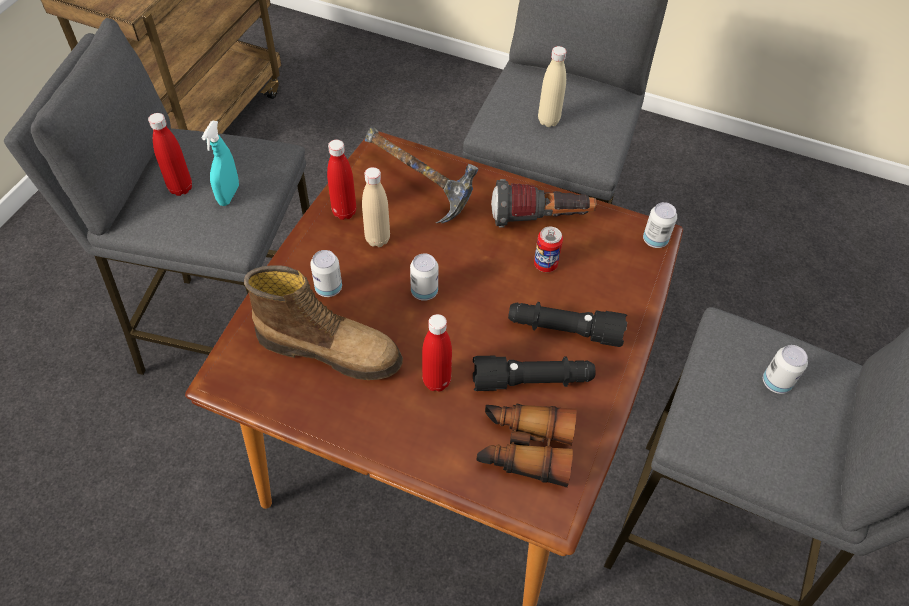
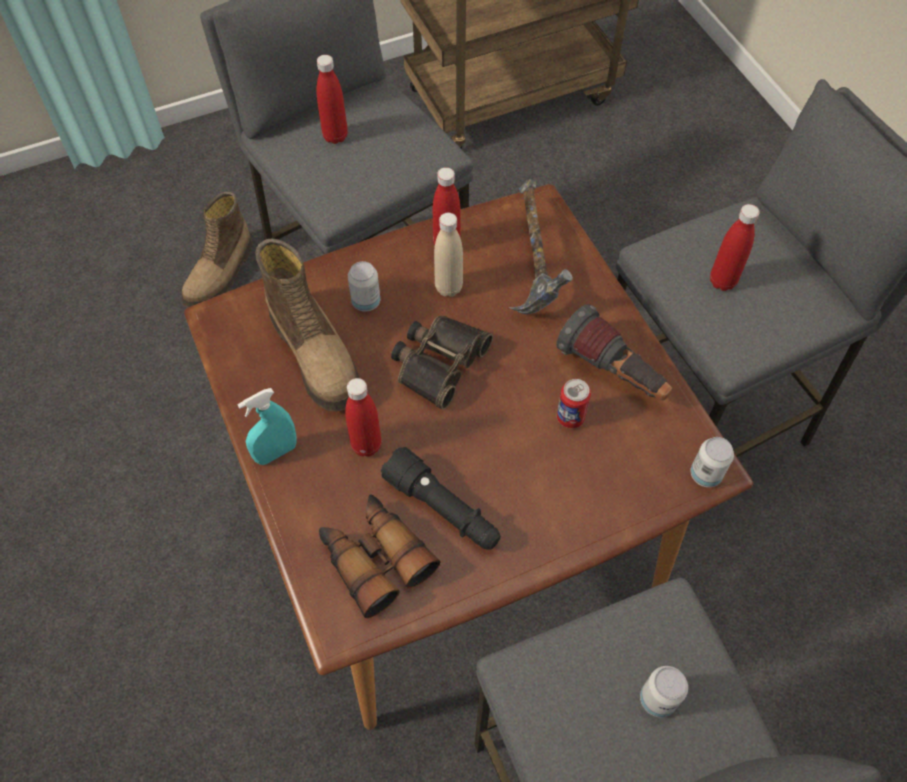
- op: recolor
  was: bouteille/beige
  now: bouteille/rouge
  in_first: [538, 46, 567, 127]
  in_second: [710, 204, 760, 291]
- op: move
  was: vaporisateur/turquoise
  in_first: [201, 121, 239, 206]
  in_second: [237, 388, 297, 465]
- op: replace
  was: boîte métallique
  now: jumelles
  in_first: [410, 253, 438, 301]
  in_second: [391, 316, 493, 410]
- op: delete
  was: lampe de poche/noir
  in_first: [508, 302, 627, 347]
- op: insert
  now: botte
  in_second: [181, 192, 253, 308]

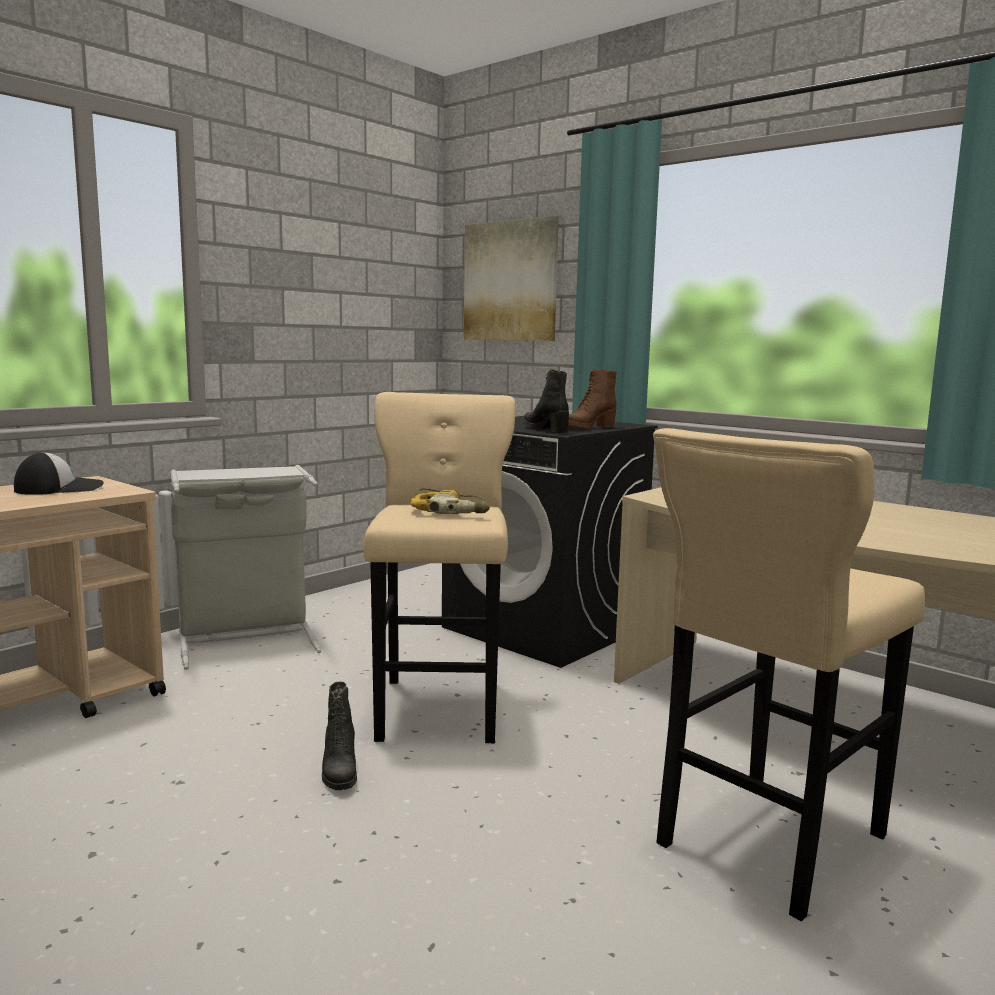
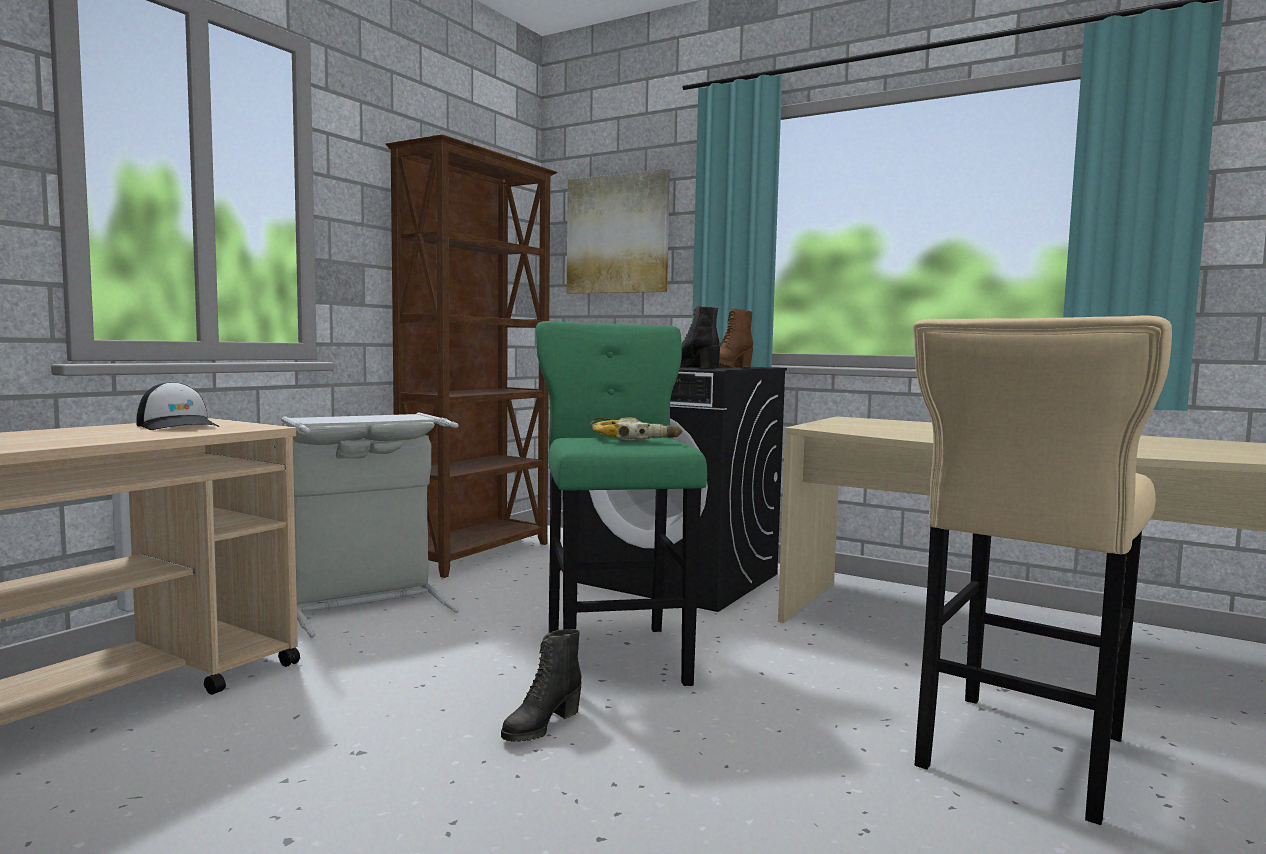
- op: recolor
  was: tabouret/beige
  now: tabouret/vert
  in_first: [364, 392, 515, 744]
  in_second: [536, 321, 707, 686]
- op: rotate
  was: casquette
  in_first: [14, 452, 103, 495]
  in_second: [137, 382, 219, 430]
  clockwise: 90
- op: rotate
  was: botte/noir
  in_first: [322, 682, 357, 790]
  in_second: [501, 629, 581, 742]
  clockwise: 60
- op: insert
  now: bibliothèque/marron
  in_second: [386, 134, 557, 578]

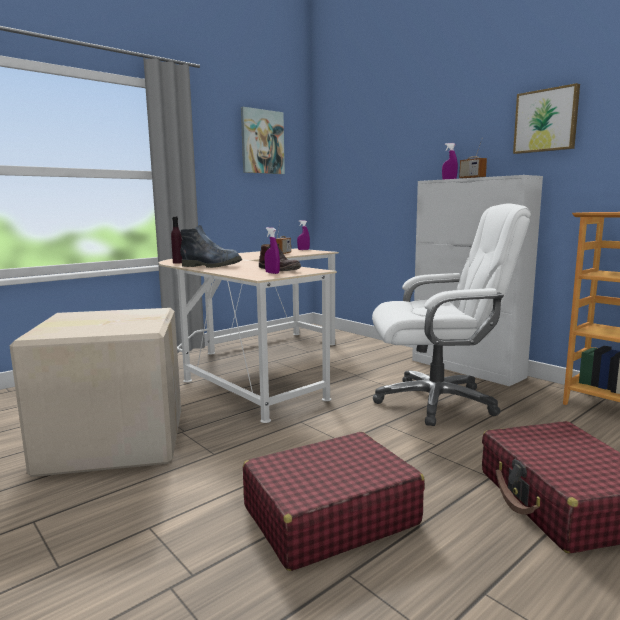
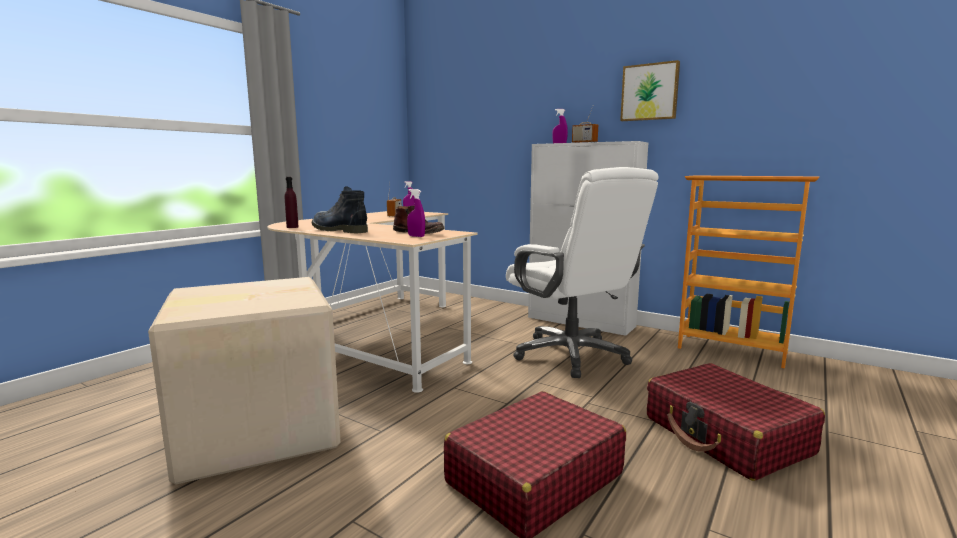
- op: delete
  was: tableau
  in_first: [241, 107, 285, 174]
- op: rotate
  was: chaise de bureau/blanc
  in_first: [372, 203, 531, 426]
  in_second: [506, 167, 659, 378]
  clockwise: 75
- op: rotate
  was: botte
  in_first: [181, 225, 242, 268]
  in_second: [311, 186, 368, 233]
  clockwise: -150

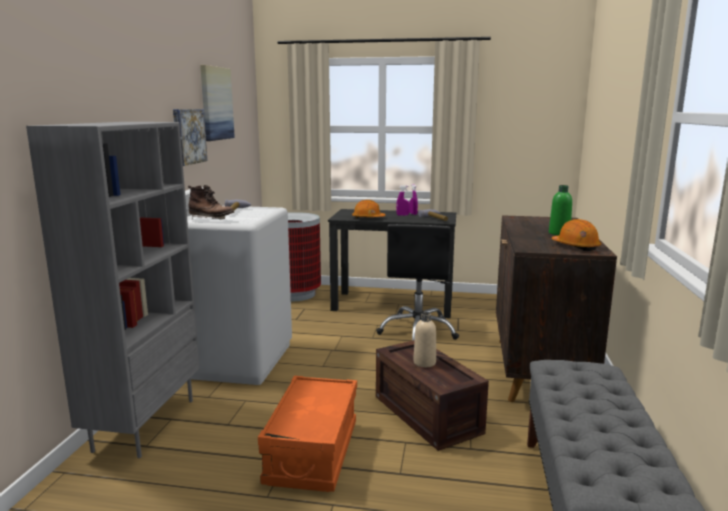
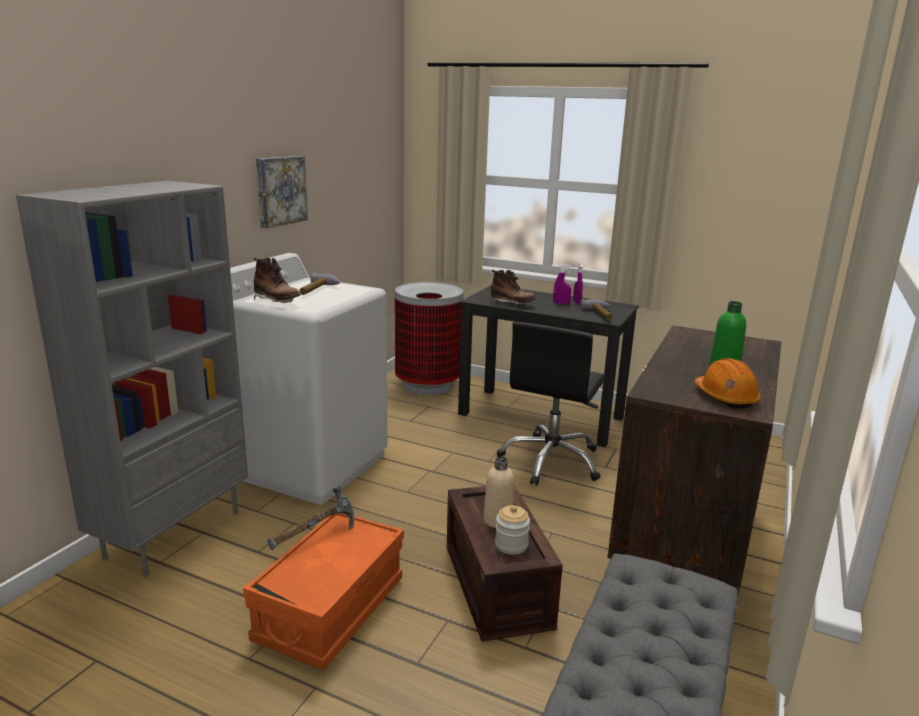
- op: delete
  was: tableau
  in_first: [200, 65, 235, 141]
- op: replace
  was: casque de chantier/orange
  now: botte/marron
  in_first: [352, 200, 386, 219]
  in_second: [490, 270, 537, 305]
- op: insert
  now: marteau
  in_second: [267, 486, 354, 550]
- op: insert
  now: bocal
  in_second: [495, 505, 530, 555]

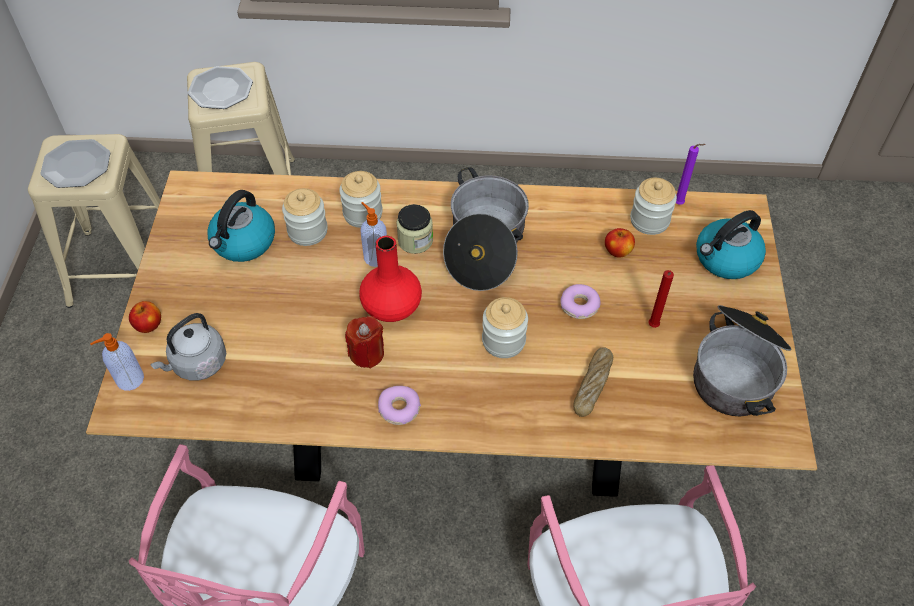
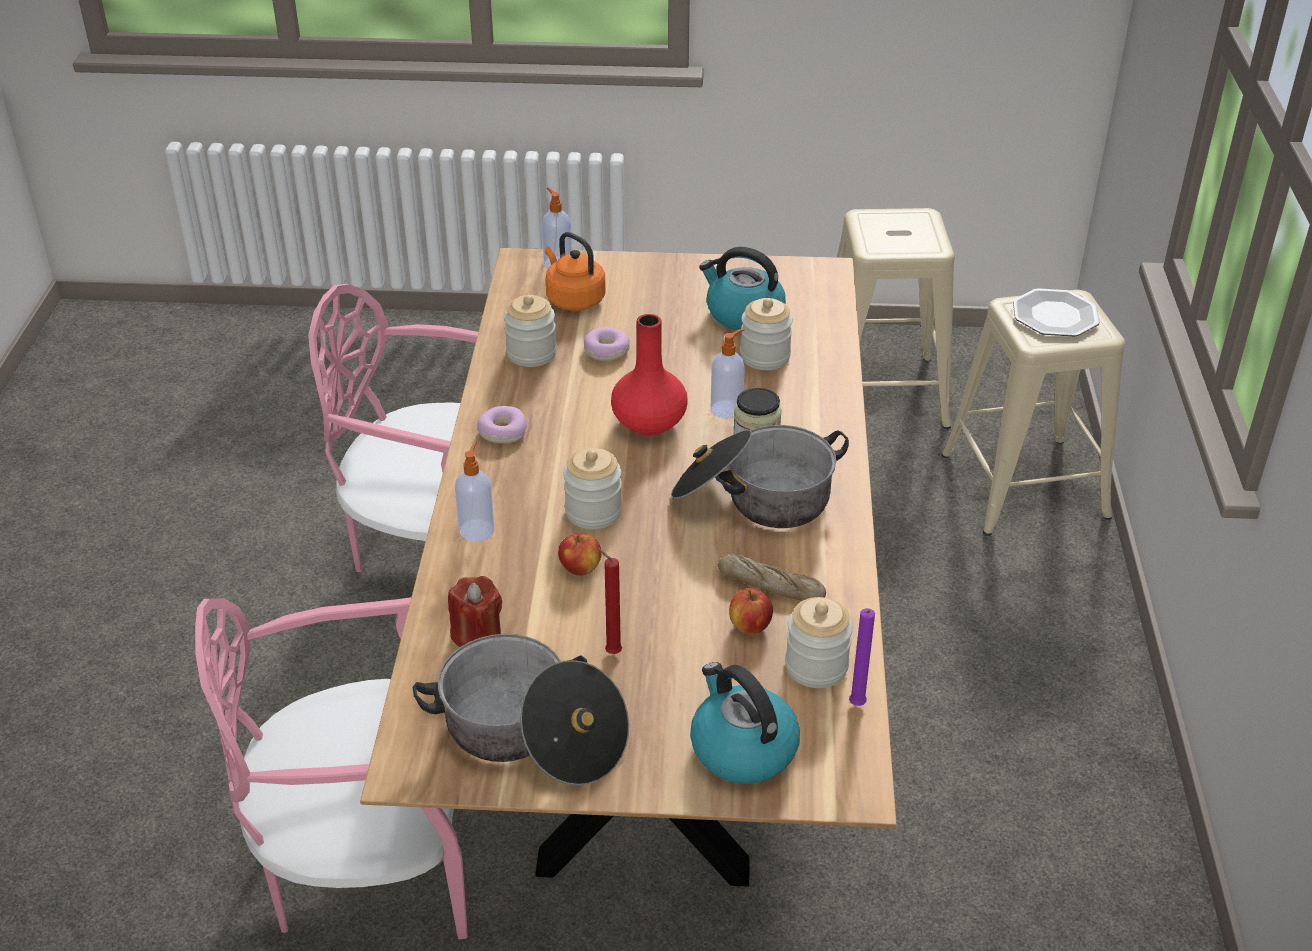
- op: delete
  was: assiette
  in_first: [40, 139, 110, 188]
- op: move
  was: bocal
  in_first: [339, 171, 383, 228]
  in_second: [504, 295, 557, 367]
- op: move
  was: beignet
  in_first: [560, 284, 601, 319]
  in_second: [584, 327, 630, 361]
- op: move
  was: pomme
  in_first: [129, 301, 161, 333]
  in_second: [558, 533, 602, 576]
- op: recolor
  was: bouilloire/gris
  now: bouilloire/orange
  in_first: [150, 313, 226, 381]
  in_second: [545, 232, 606, 311]
- op: move
  was: bougie/rouge
  in_first: [345, 316, 384, 368]
  in_second: [448, 576, 502, 647]
- op: move
  was: pain
  in_first: [573, 347, 613, 417]
  in_second: [718, 554, 826, 601]
- op: insert
  now: distributeur de savon
  in_second: [455, 441, 495, 542]

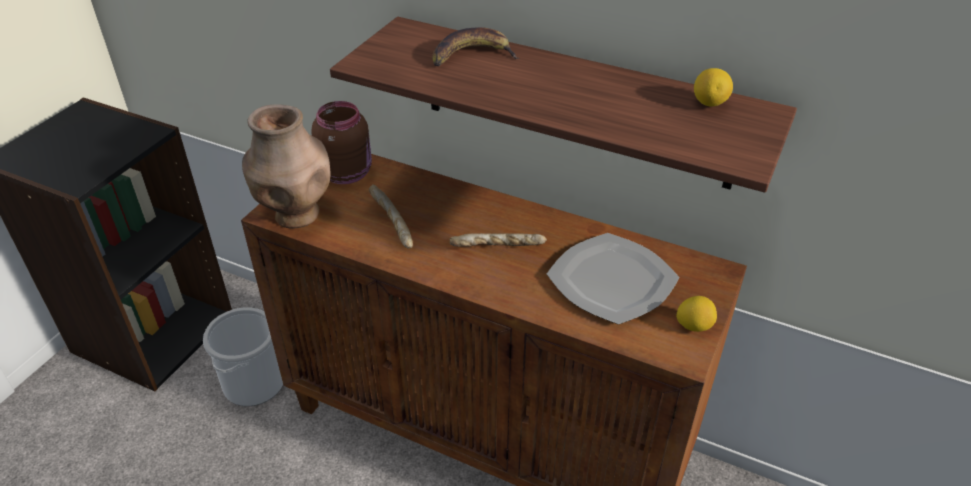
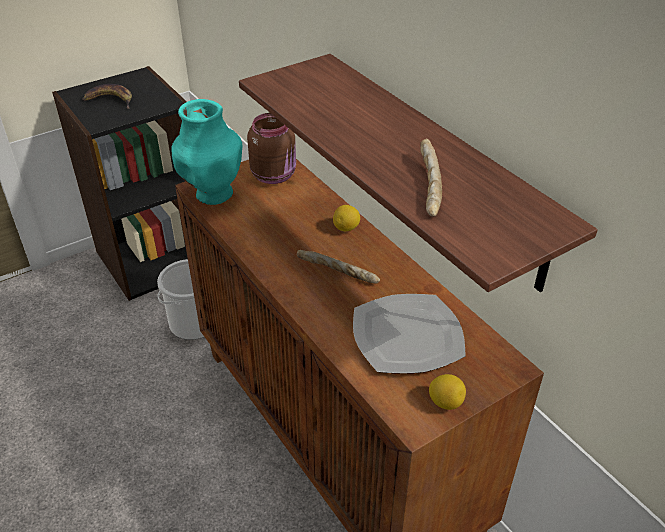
- op: move
  was: banane
  in_first: [432, 27, 519, 66]
  in_second: [82, 84, 132, 109]
- op: move
  was: citron
  in_first: [694, 68, 733, 107]
  in_second: [333, 205, 360, 231]
- op: recolor
  was: vase/marron
  now: vase/turquoise
  in_first: [242, 105, 331, 229]
  in_second: [171, 99, 242, 205]
- op: move
  was: pain
  in_first: [369, 184, 413, 248]
  in_second: [420, 138, 442, 217]

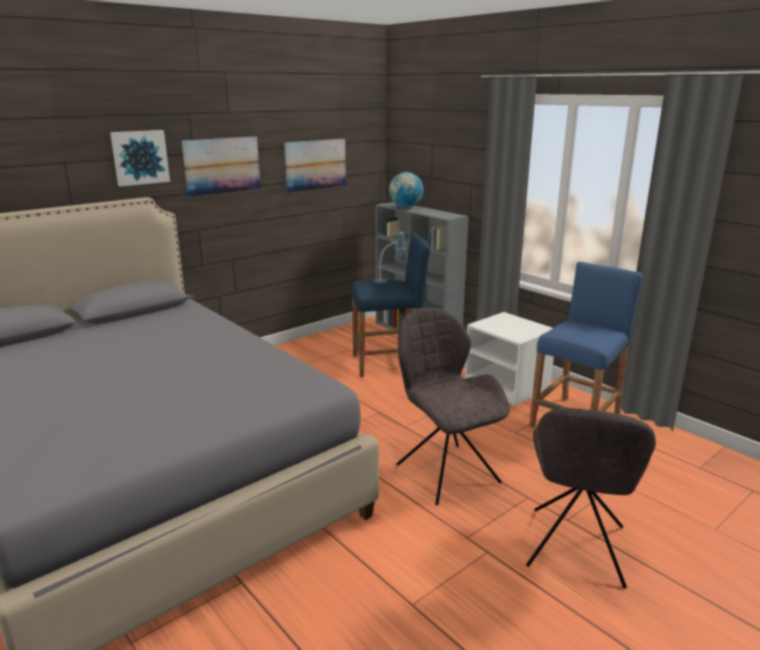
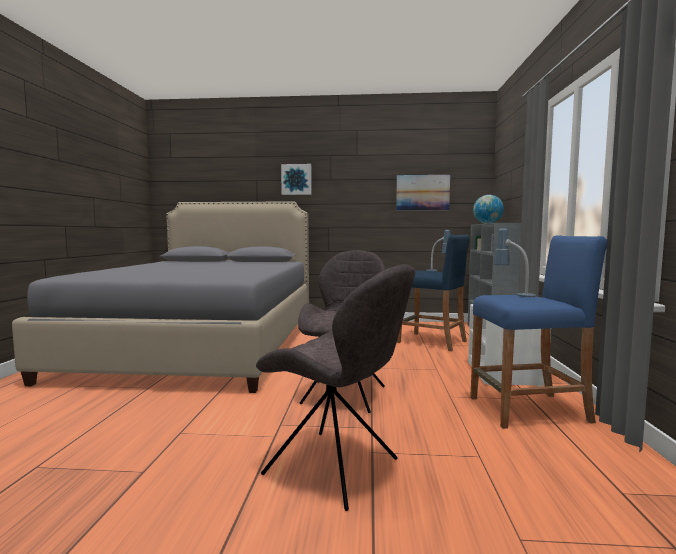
- op: delete
  was: tableau
  in_first: [182, 137, 261, 197]
- op: rotate
  was: chaise/gris
  in_first: [526, 408, 656, 588]
  in_second: [256, 264, 415, 511]
  clockwise: -120
- op: insert
  now: lampe de table
  in_second: [494, 228, 536, 297]

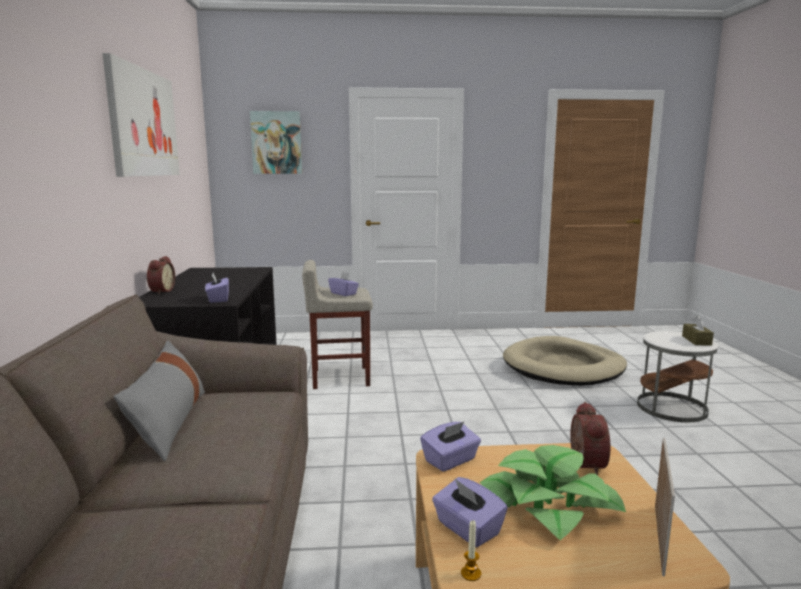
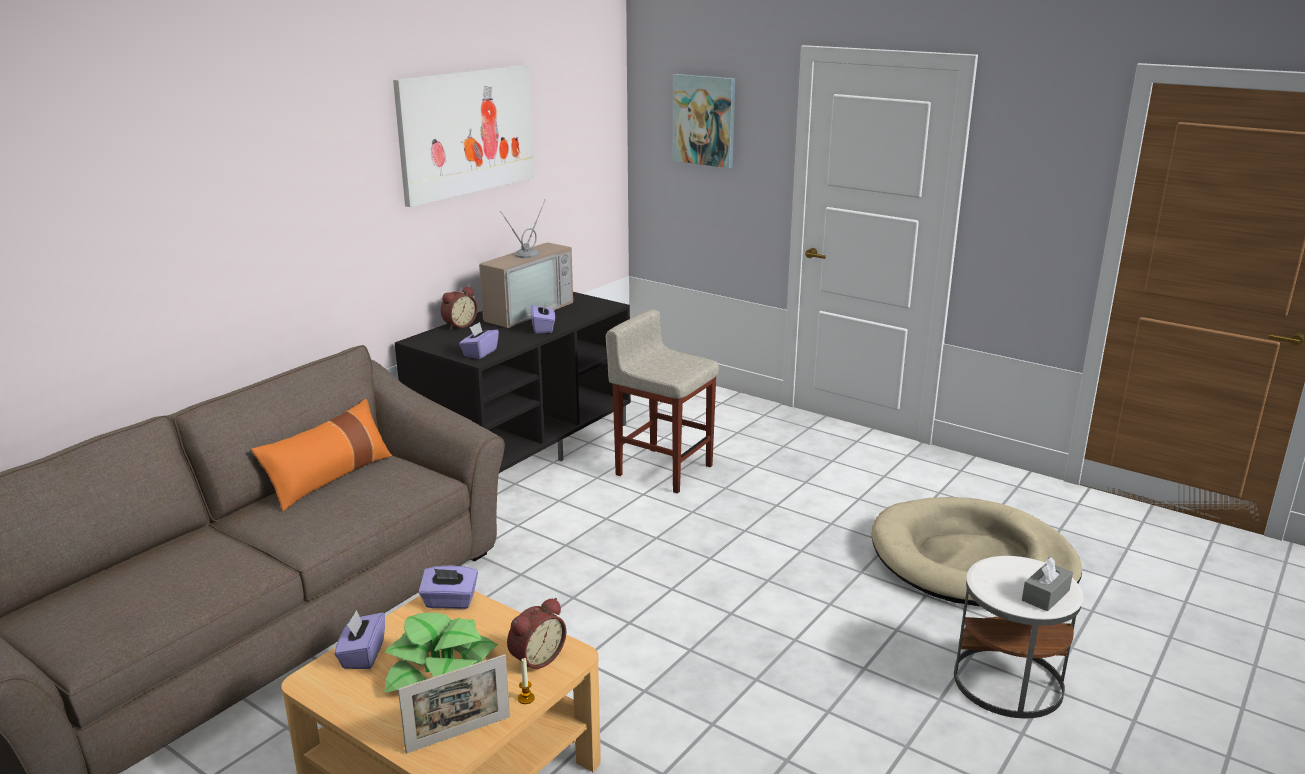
- op: move
  was: boîte à mouchoirs/violet
  in_first: [328, 272, 359, 296]
  in_second: [531, 302, 555, 333]
- op: recolor
  was: boîte à mouchoirs/marron
  now: boîte à mouchoirs/gris
  in_first: [682, 315, 714, 346]
  in_second: [1022, 557, 1073, 611]
- op: recolor
  was: coussin/gris
  now: coussin/orange
  in_first: [114, 341, 205, 461]
  in_second: [251, 399, 392, 511]
- op: move
  was: bougie
  in_first: [461, 520, 481, 581]
  in_second: [518, 658, 535, 704]
- op: insert
  now: téléviseur
  in_second: [479, 200, 573, 328]

